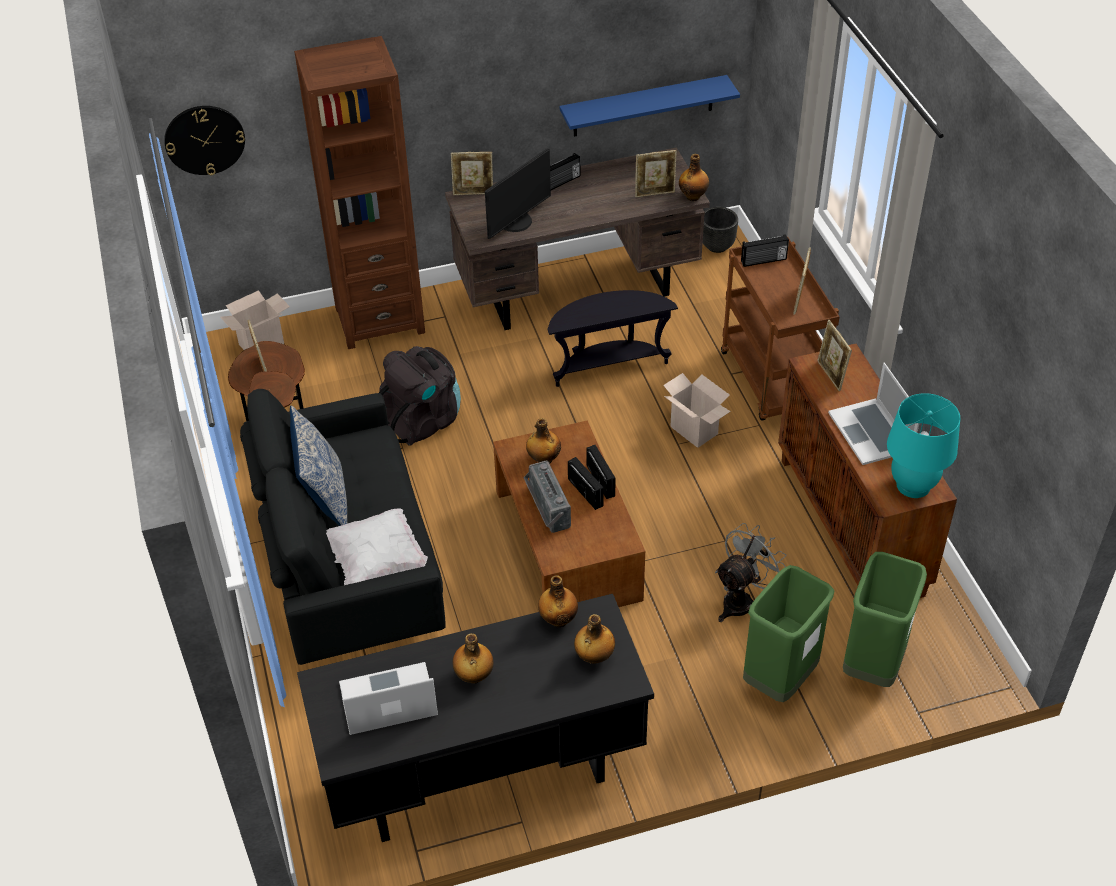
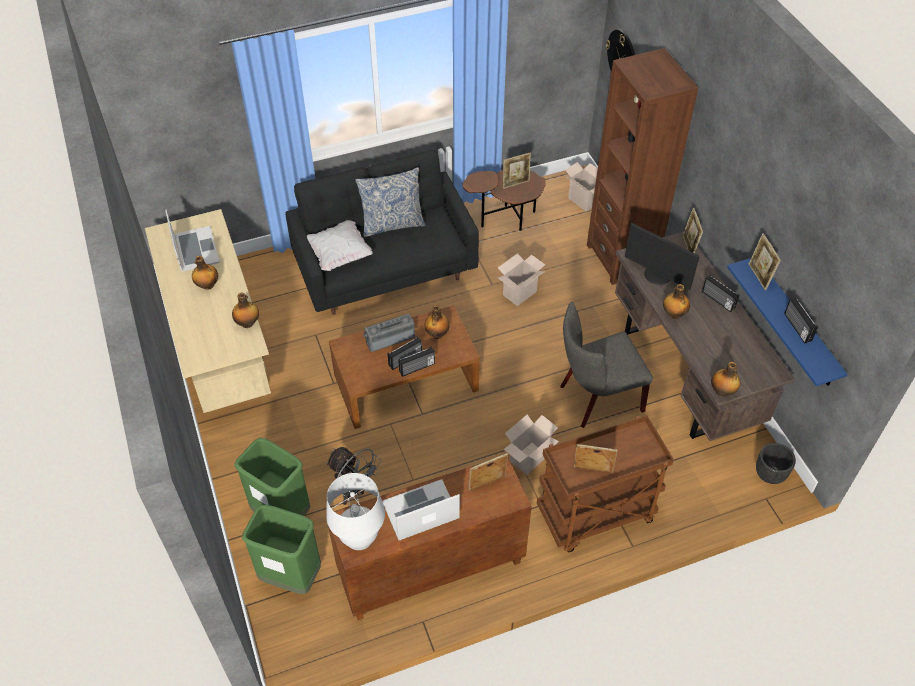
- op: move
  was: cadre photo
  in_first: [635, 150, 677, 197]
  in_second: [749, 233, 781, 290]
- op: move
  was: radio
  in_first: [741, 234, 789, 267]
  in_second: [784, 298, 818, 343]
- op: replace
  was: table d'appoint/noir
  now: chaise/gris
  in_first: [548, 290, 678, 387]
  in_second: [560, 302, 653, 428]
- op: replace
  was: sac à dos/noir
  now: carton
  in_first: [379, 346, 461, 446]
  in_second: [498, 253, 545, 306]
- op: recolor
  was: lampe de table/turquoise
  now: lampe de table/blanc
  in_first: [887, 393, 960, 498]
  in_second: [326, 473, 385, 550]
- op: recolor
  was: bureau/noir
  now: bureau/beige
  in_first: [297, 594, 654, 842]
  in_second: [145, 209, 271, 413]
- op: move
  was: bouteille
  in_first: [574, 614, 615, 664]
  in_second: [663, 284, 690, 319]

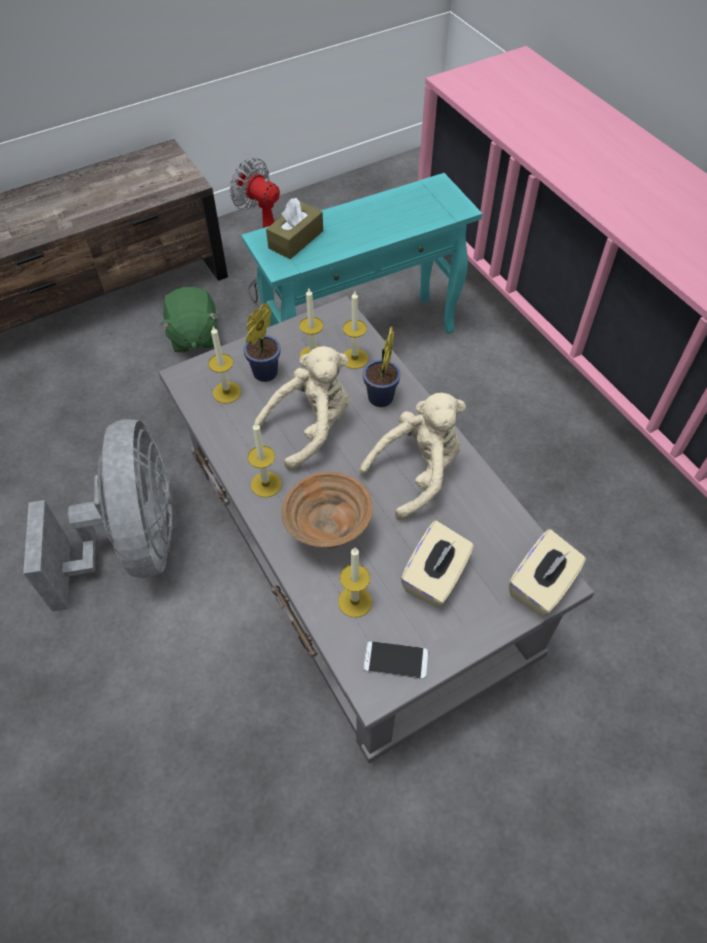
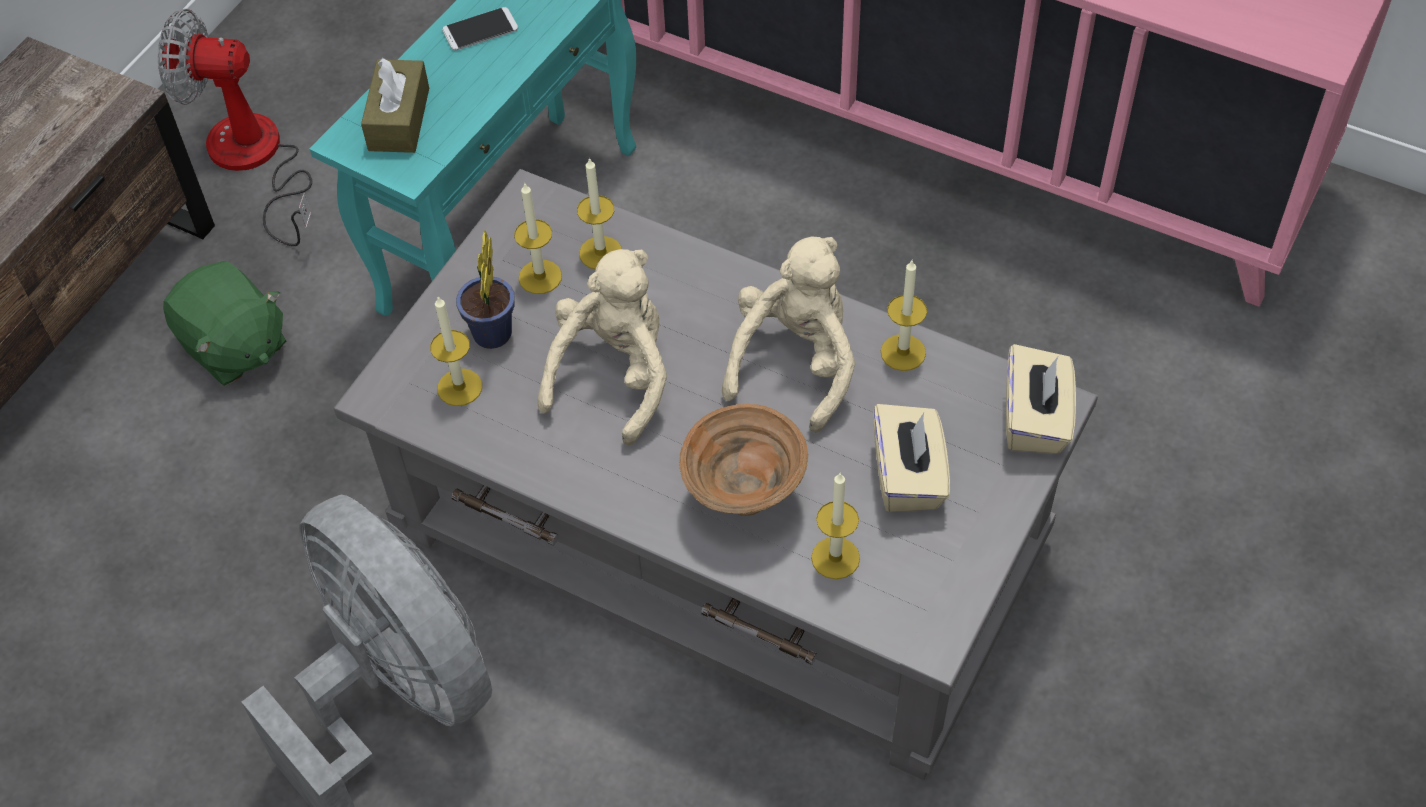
- op: delete
  was: plante en pot
  in_first: [363, 326, 401, 407]
- op: move
  was: bougie
  in_first: [248, 422, 282, 497]
  in_second: [881, 260, 927, 371]
- op: move
  was: téléphone
  in_first: [364, 641, 428, 679]
  in_second: [442, 7, 518, 51]

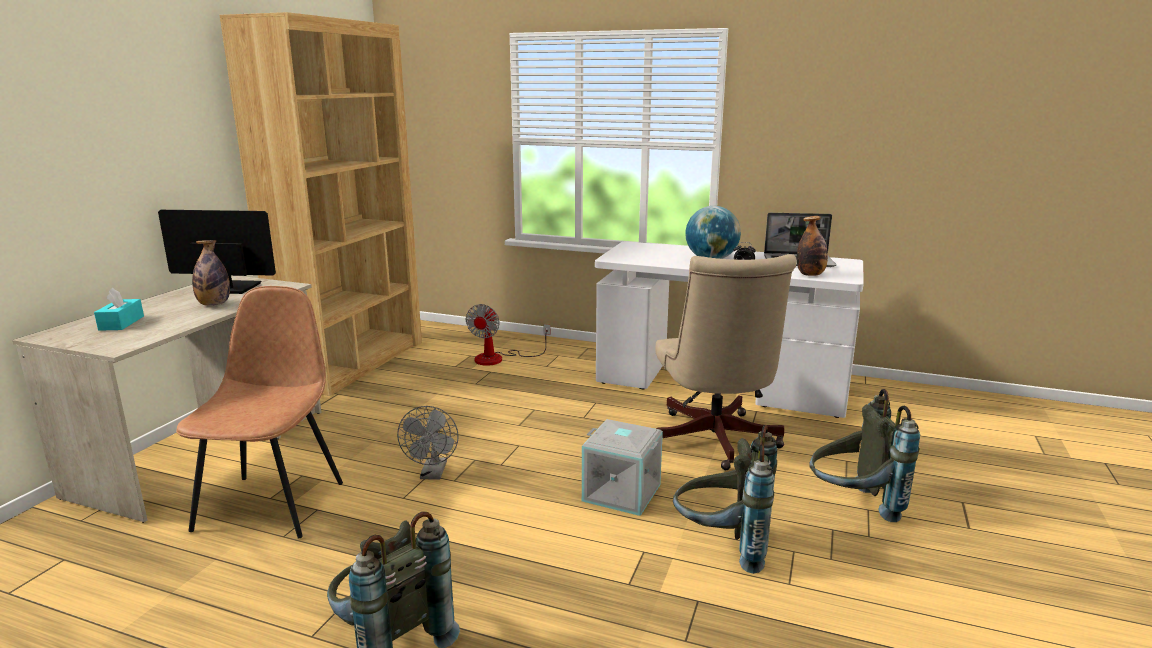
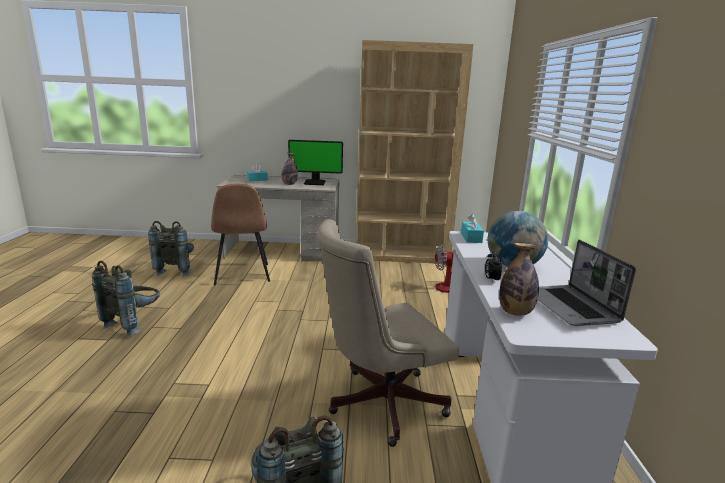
- op: rotate
  was: écran d'ordinateur
  in_first: [158, 210, 276, 294]
  in_second: [288, 140, 343, 185]
  clockwise: 105
- op: rotate
  was: chaise/marron
  in_first: [176, 286, 343, 539]
  in_second: [211, 184, 270, 285]
  clockwise: 90
- op: delete
  was: ventilateur/gris
  in_first: [397, 406, 459, 480]
- op: delete
  was: boîte de rangement/gris
  in_first: [582, 419, 663, 516]
- op: move
  was: sac à dos/gris
  in_first: [673, 425, 777, 574]
  in_second: [148, 221, 194, 276]
- op: insert
  now: boîte à mouchoirs/turquoise
  in_second: [461, 214, 484, 243]

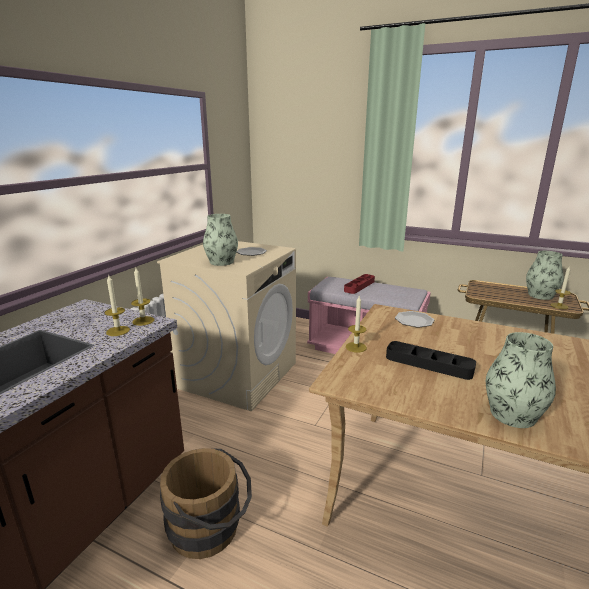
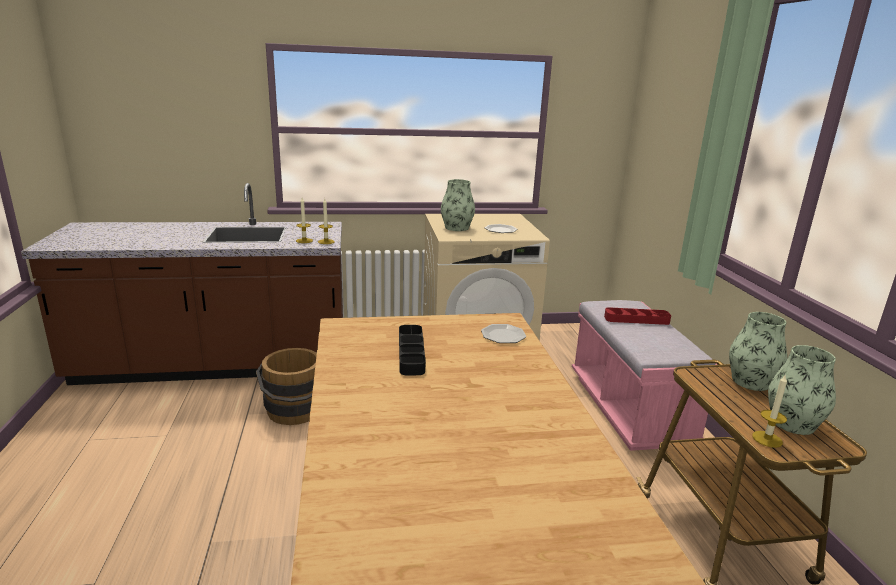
- op: delete
  was: bougie
  in_first: [346, 296, 367, 353]
- op: move
  was: vase
  in_first: [486, 332, 556, 428]
  in_second: [729, 312, 787, 391]

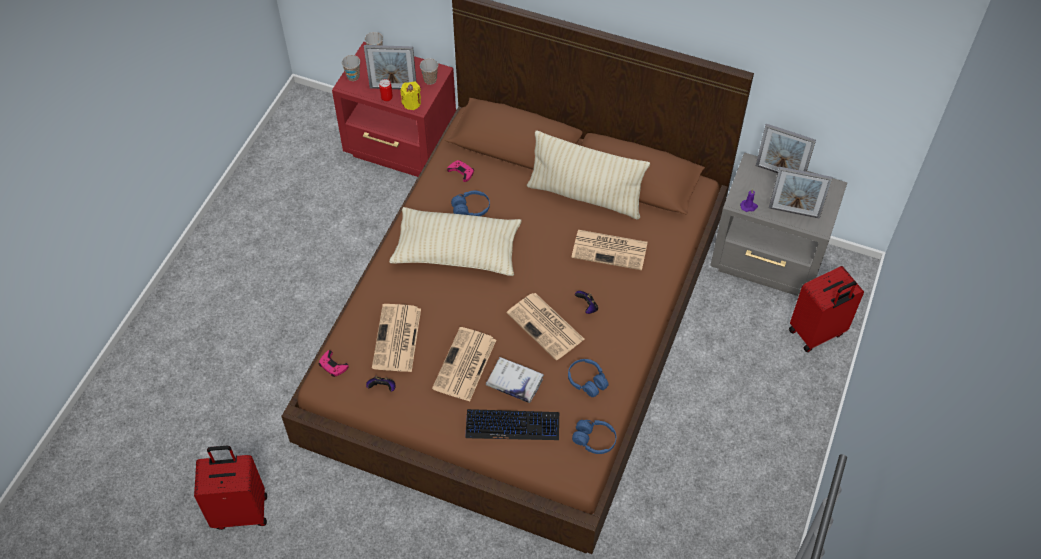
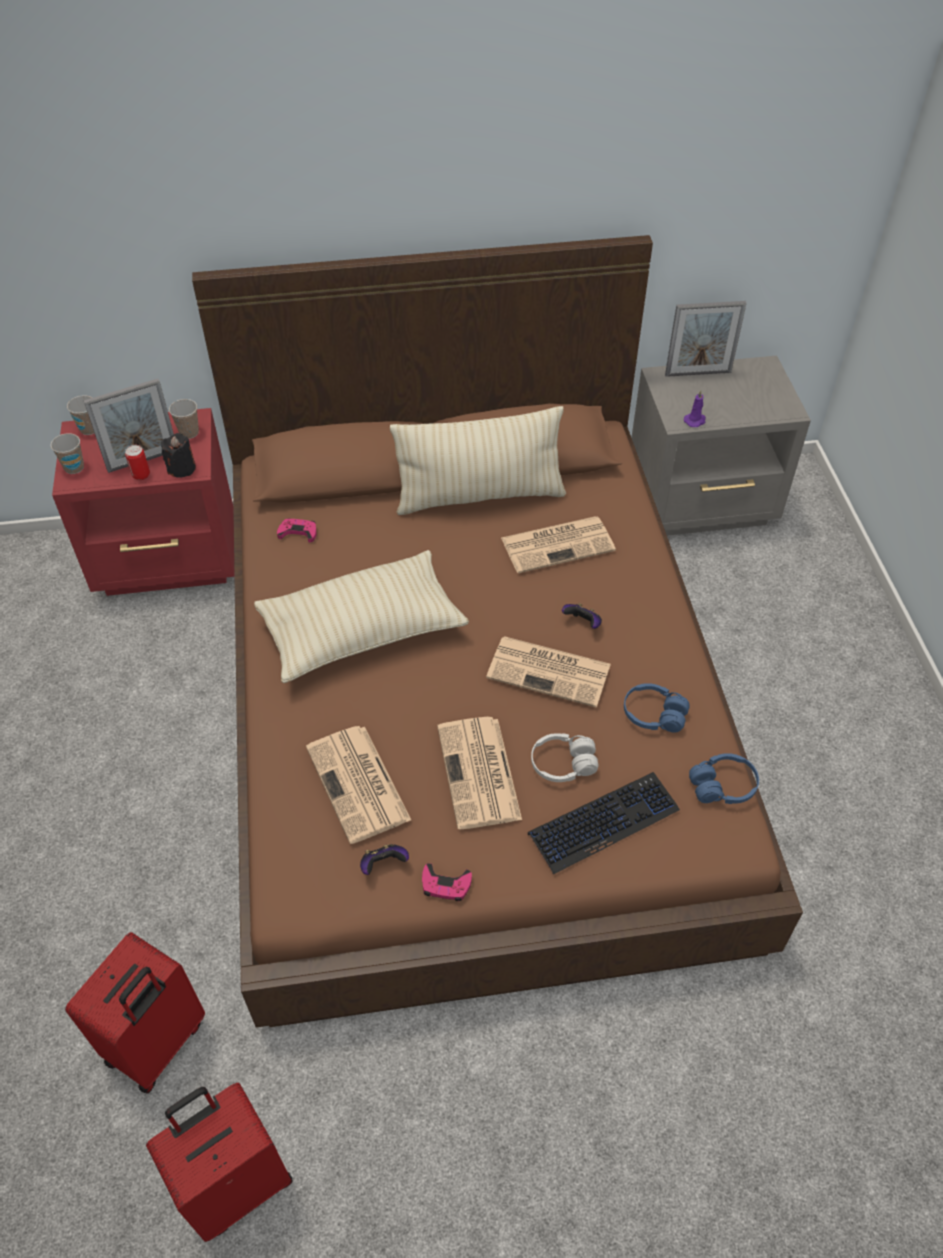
- op: recolor
  was: bougie/jaune
  now: bougie/noir
  in_first: [401, 82, 421, 110]
  in_second: [161, 433, 196, 478]
- op: delete
  was: cadre photo
  in_first: [769, 167, 833, 219]
- op: delete
  was: casque audio/bleu
  in_first: [451, 191, 490, 216]
- op: move
  was: valise/rouge
  in_first: [789, 266, 864, 352]
  in_second: [65, 932, 205, 1094]
- op: move
  was: manette/rose
  in_first: [319, 350, 349, 377]
  in_second: [422, 863, 472, 901]
- op: replace
  was: livre/blanc
  now: casque audio/blanc
  in_first: [486, 357, 544, 403]
  in_second: [531, 733, 599, 782]

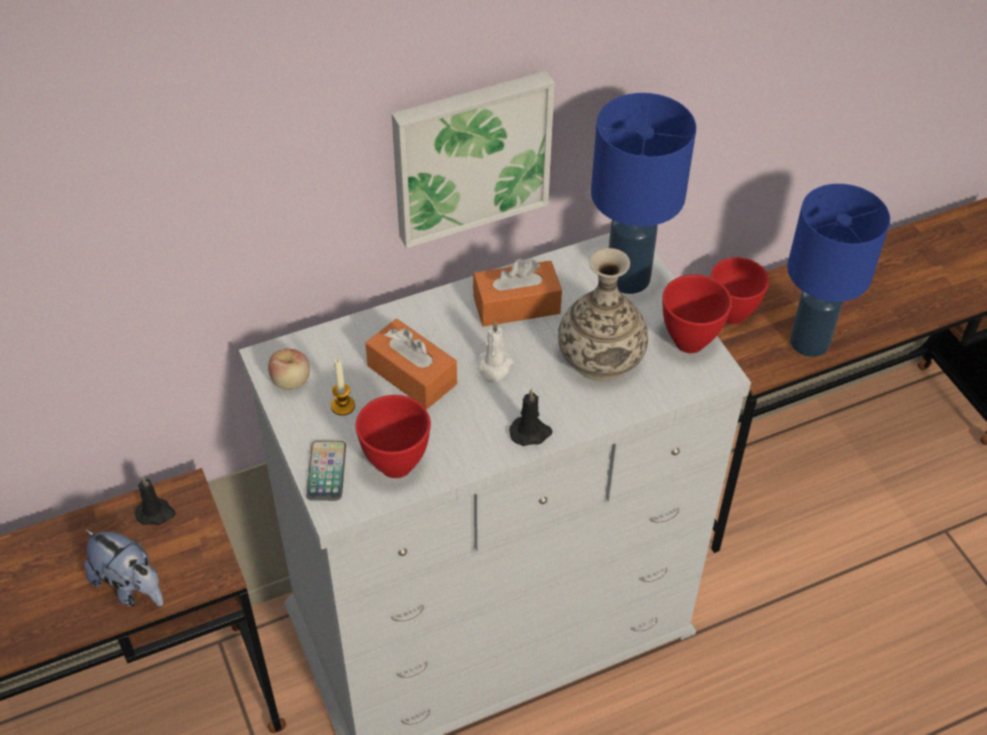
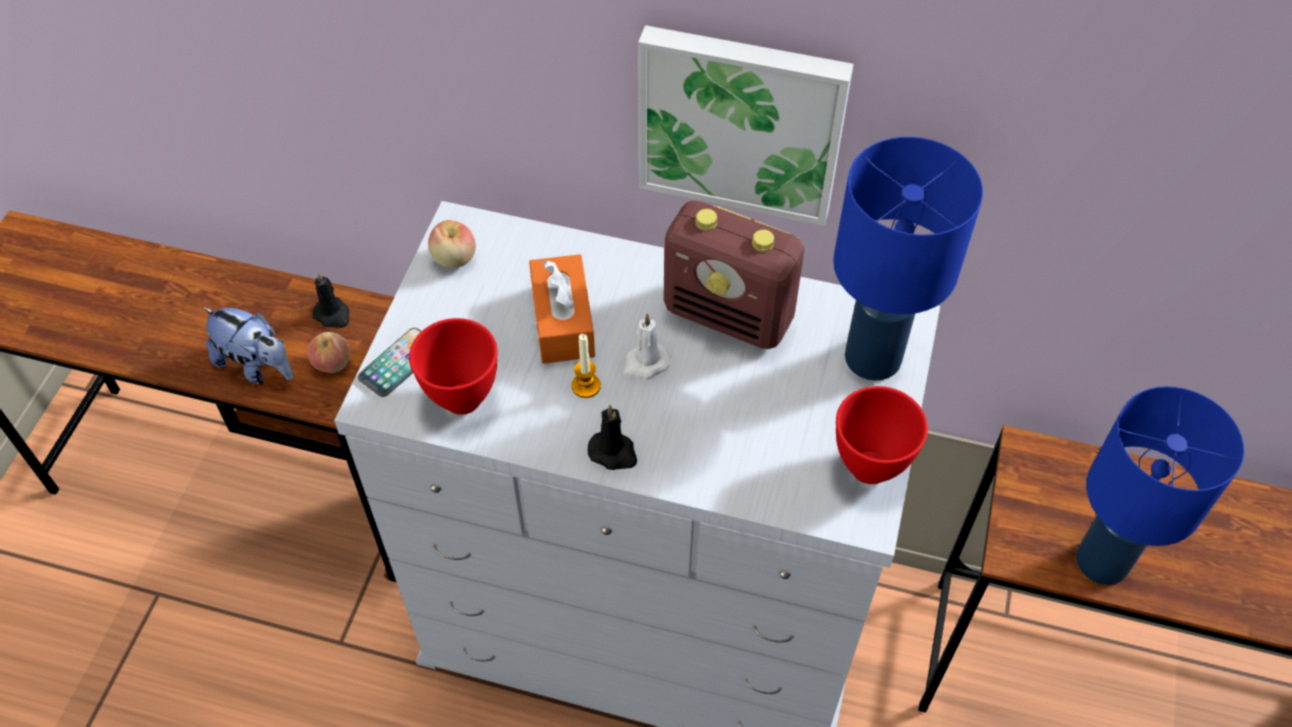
- op: delete
  was: vase
  in_first: [558, 248, 648, 381]
- op: delete
  was: bol/rouge
  in_first: [711, 257, 769, 324]
- op: replace
  was: boîte à mouchoirs/orange
  now: radio
  in_first: [473, 259, 562, 327]
  in_second: [663, 201, 805, 349]
- op: move
  was: bougie
  in_first: [331, 359, 355, 415]
  in_second: [572, 334, 601, 398]
- op: rotate
  was: peluche
  in_first: [84, 529, 163, 607]
  in_second: [202, 307, 293, 384]
  clockwise: -45
- op: insert
  now: pomme
  in_second: [307, 332, 350, 373]

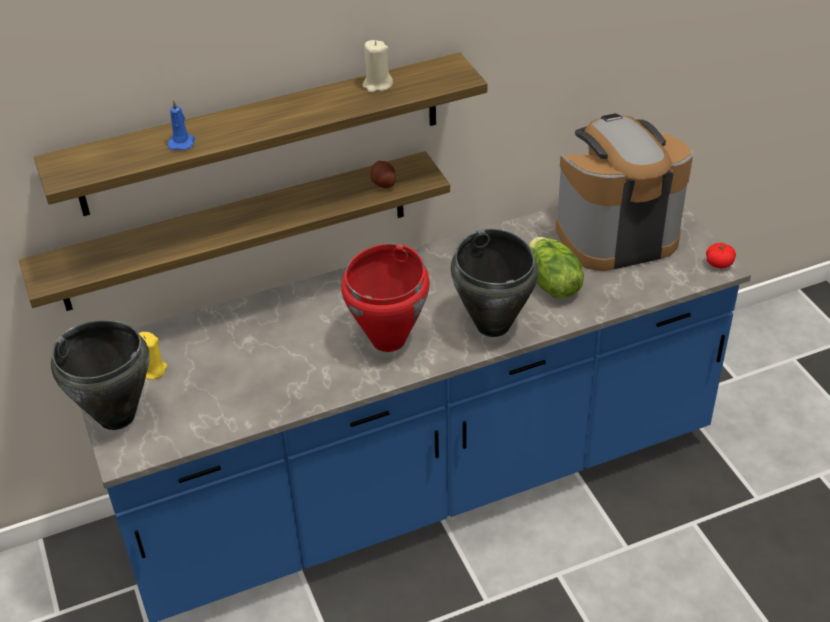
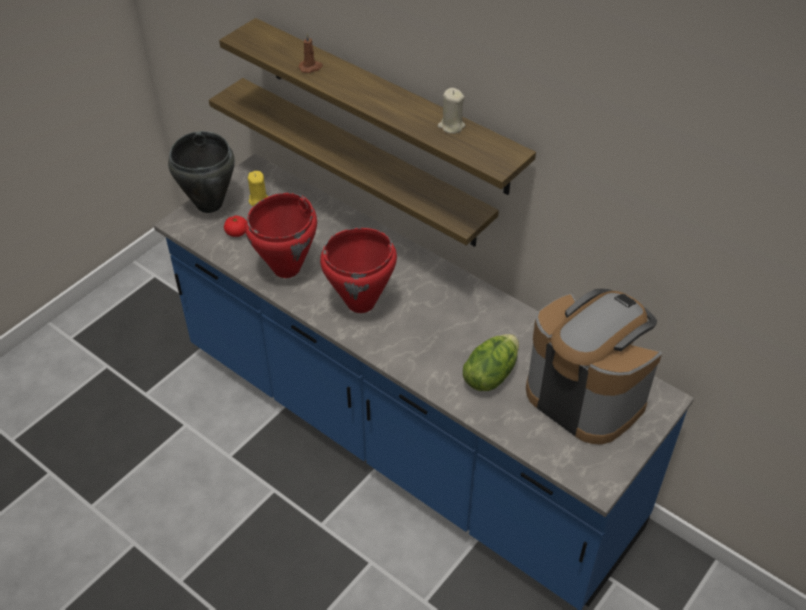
- op: recolor
  was: bougie/bleu
  now: bougie/marron
  in_first: [167, 99, 195, 150]
  in_second: [299, 33, 323, 73]
- op: delete
  was: pomme de terre
  in_first: [370, 161, 396, 188]
- op: delete
  was: marmite/noir
  in_first: [451, 229, 538, 337]
- op: move
  was: tomate
  in_first: [706, 243, 736, 269]
  in_second: [224, 216, 246, 237]
- op: insert
  now: marmite/rouge
  in_second: [245, 193, 317, 278]

